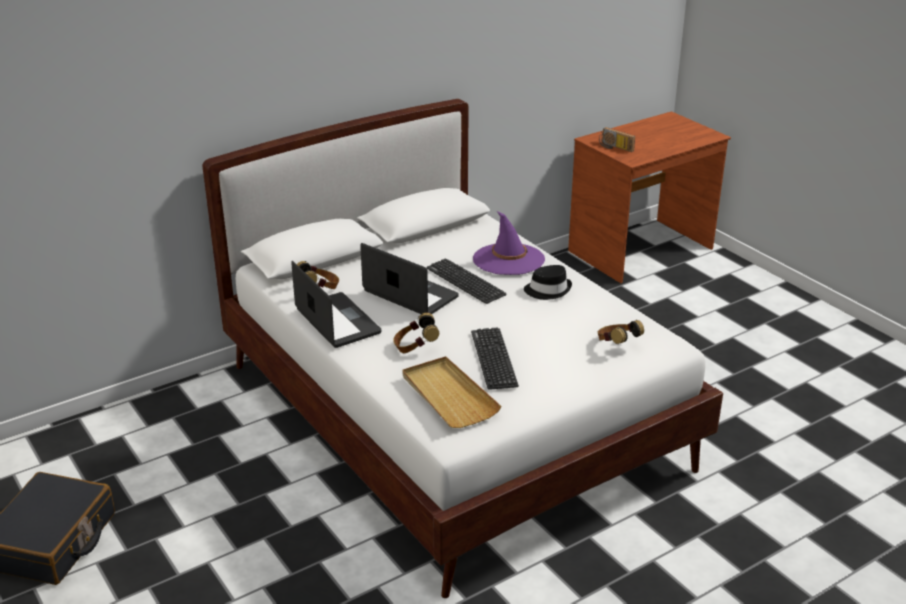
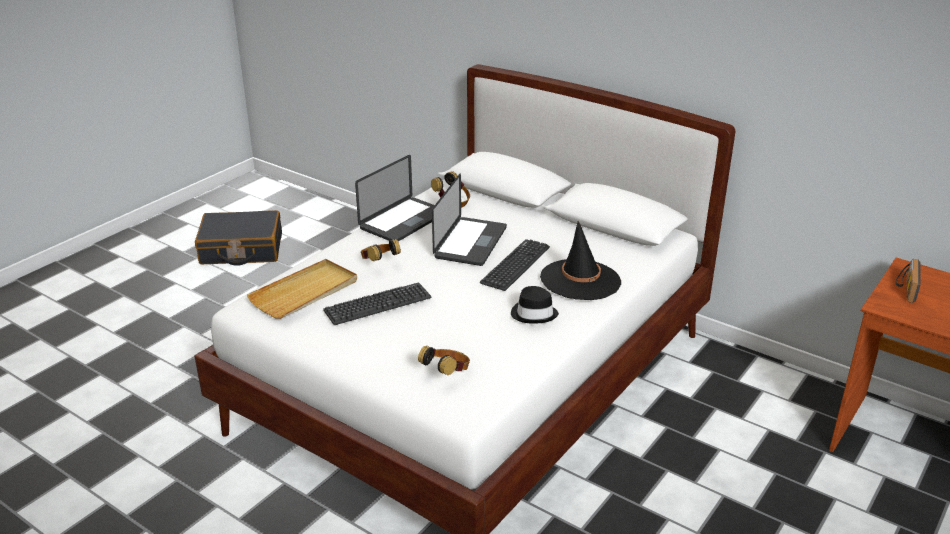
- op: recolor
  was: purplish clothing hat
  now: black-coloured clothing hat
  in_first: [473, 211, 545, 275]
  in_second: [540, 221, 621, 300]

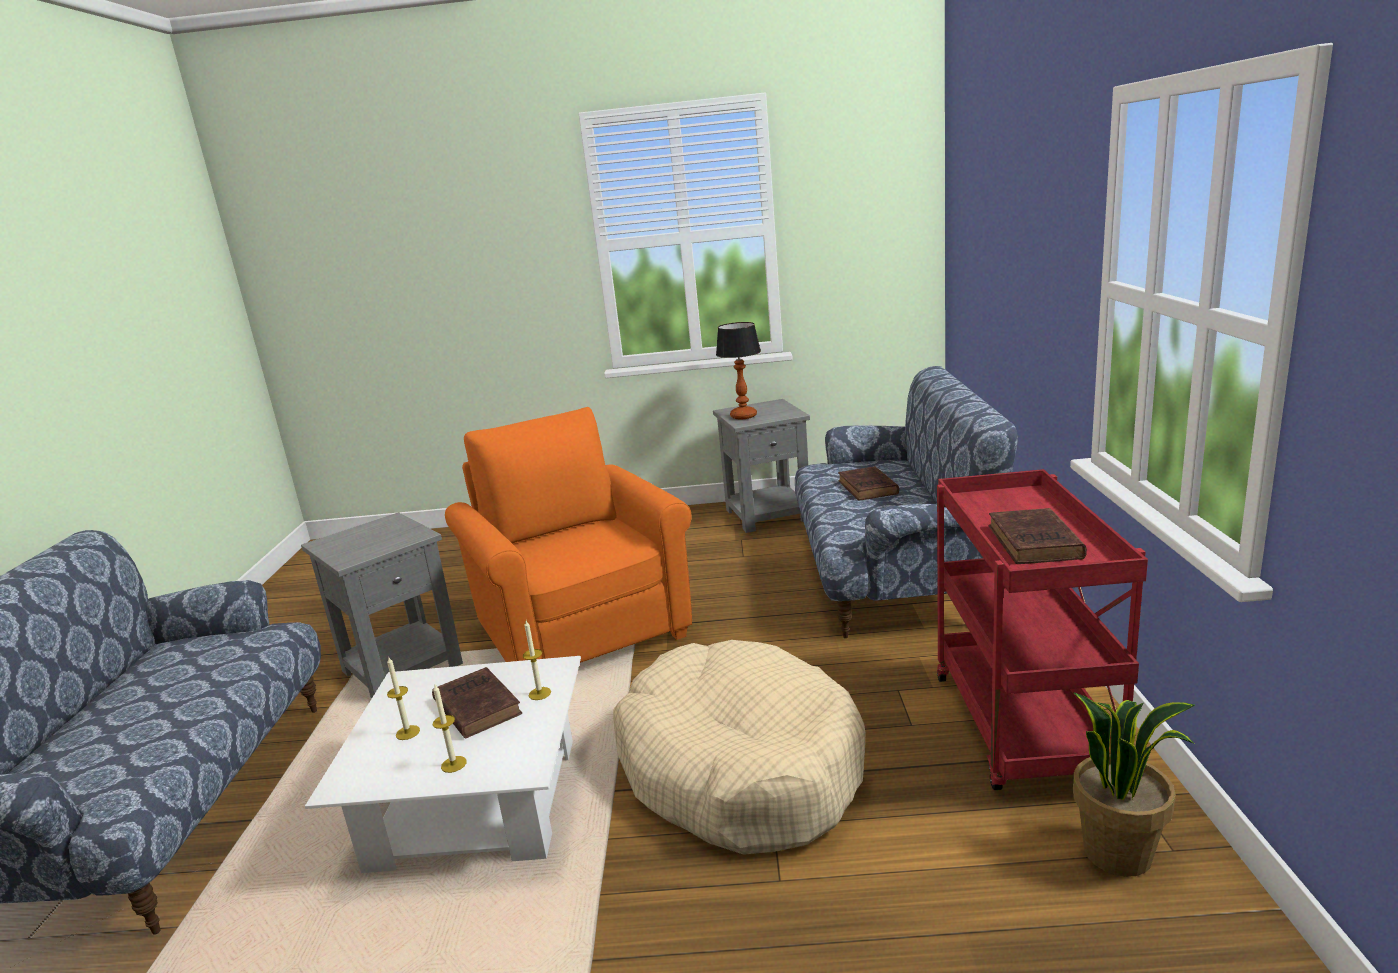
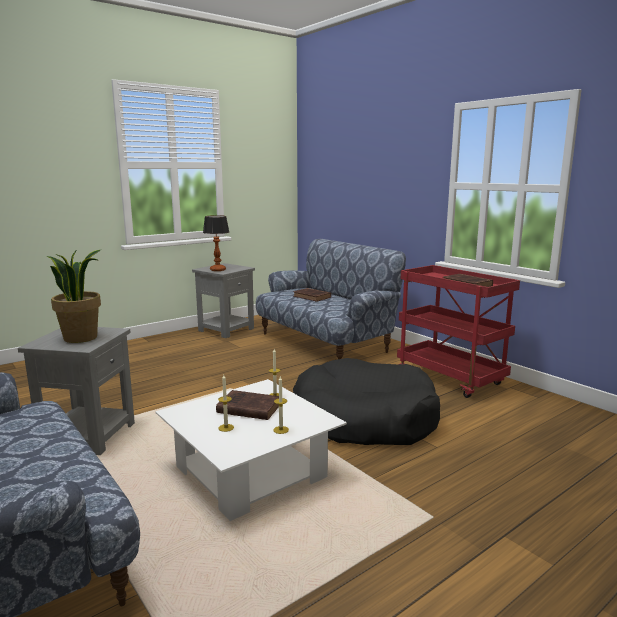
- op: delete
  was: orange lounge chair
  in_first: [445, 407, 692, 663]
- op: move
  was: houseplant
  in_first: [1073, 692, 1195, 877]
  in_second: [47, 249, 102, 343]
- op: recolor
  was: beige-coloured dog cushion
  now: black-coloured dog cushion
  in_first: [613, 640, 865, 855]
  in_second: [293, 358, 440, 445]

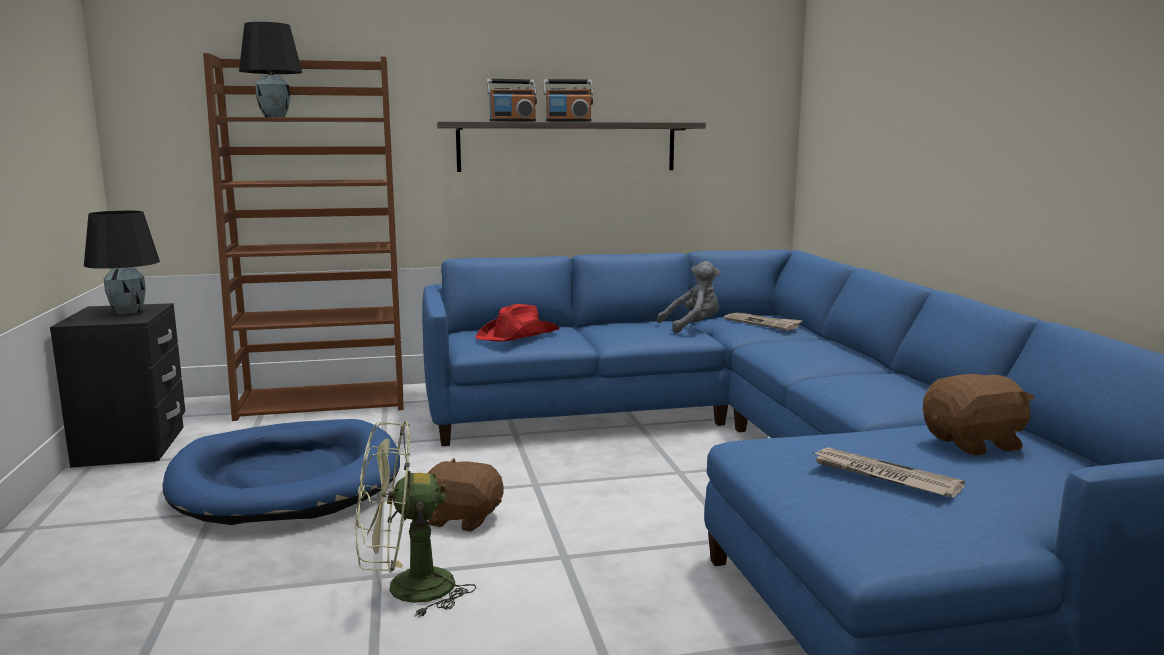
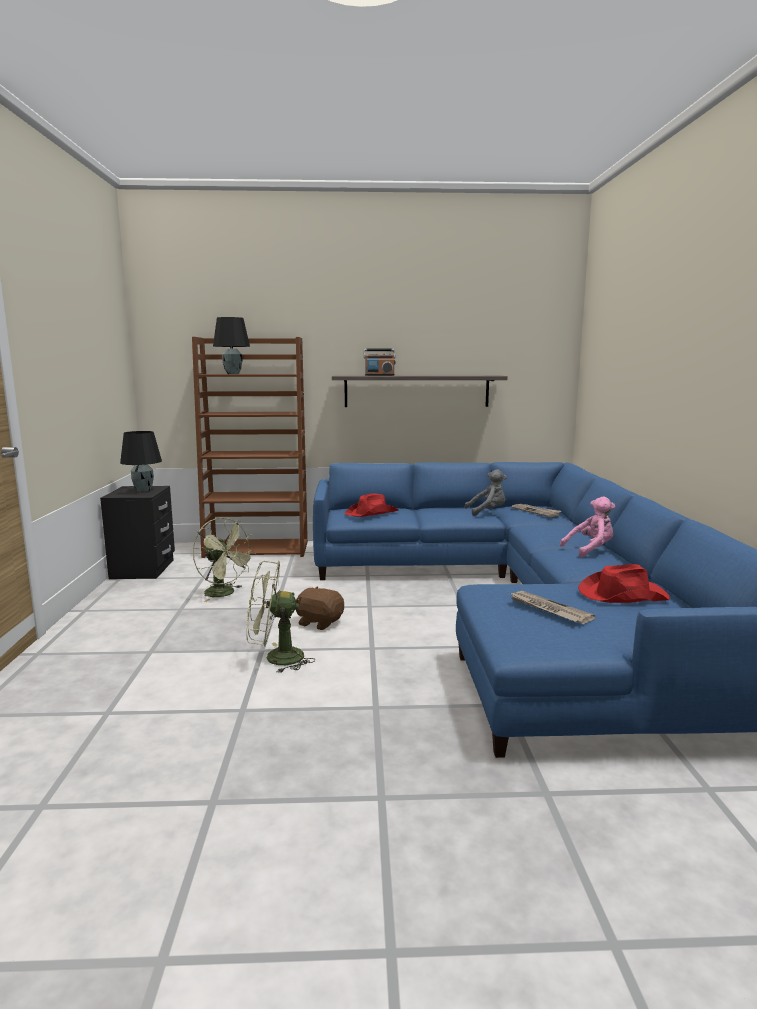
- op: delete
  was: radio set
  in_first: [544, 79, 593, 122]
- op: insert
  now: pink-coloured plush toy
  in_second: [560, 497, 615, 558]
- op: replace
  was: bluish dog cushion
  now: green-coloured fan
  in_first: [162, 419, 400, 525]
  in_second: [193, 518, 255, 602]
- op: replace
  was: brown-coloured plush toy
  now: red-coloured clothing hat
  in_first: [923, 373, 1035, 456]
  in_second: [578, 564, 670, 603]

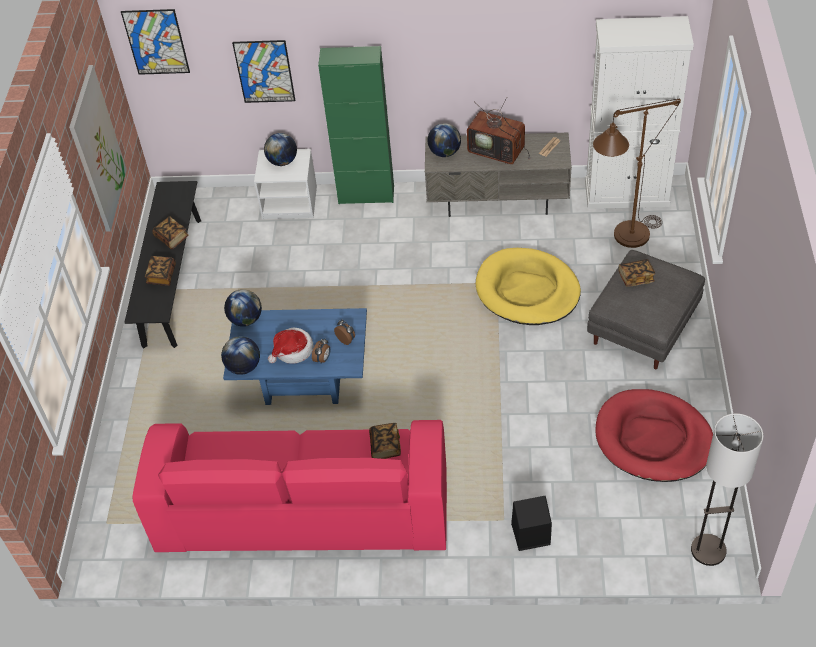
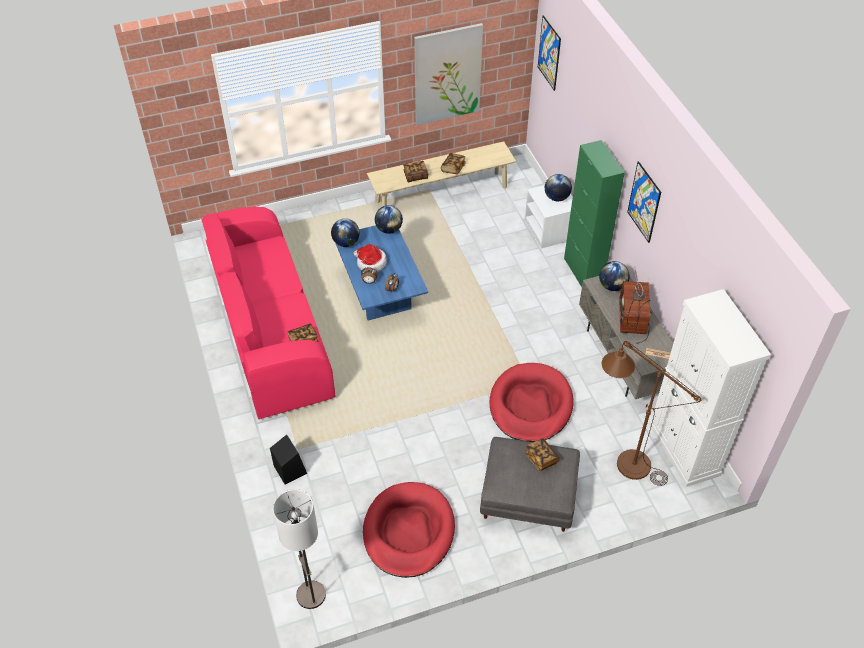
- op: move
  was: picture
  in_first: [232, 40, 295, 103]
  in_second: [627, 161, 661, 243]
- op: recolor
  was: black-coloured long seat
  now: beige-coloured long seat
  in_first: [124, 181, 201, 349]
  in_second: [367, 141, 516, 207]
- op: recolor
  was: yellow dog cushion
  now: red-coloured dog cushion
  in_first: [476, 248, 581, 325]
  in_second: [490, 363, 574, 442]

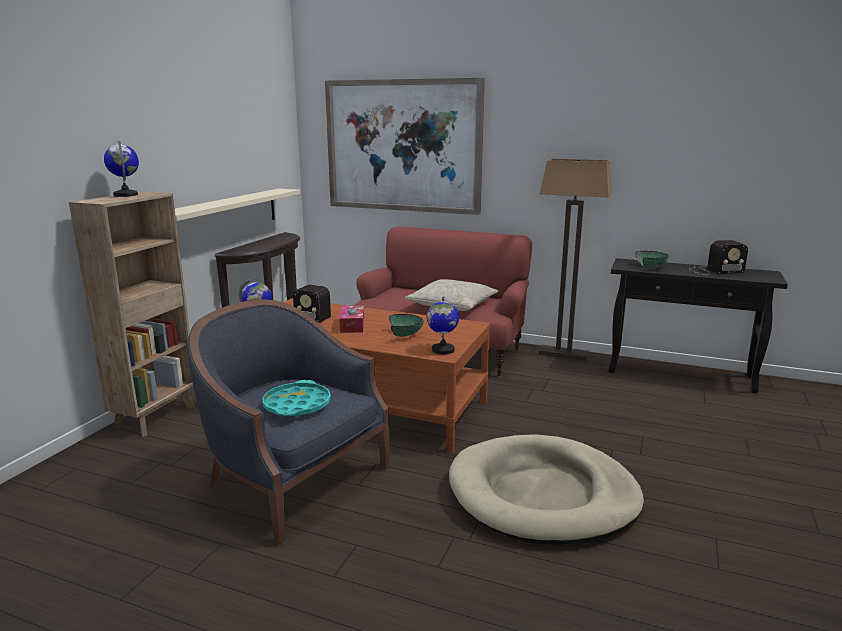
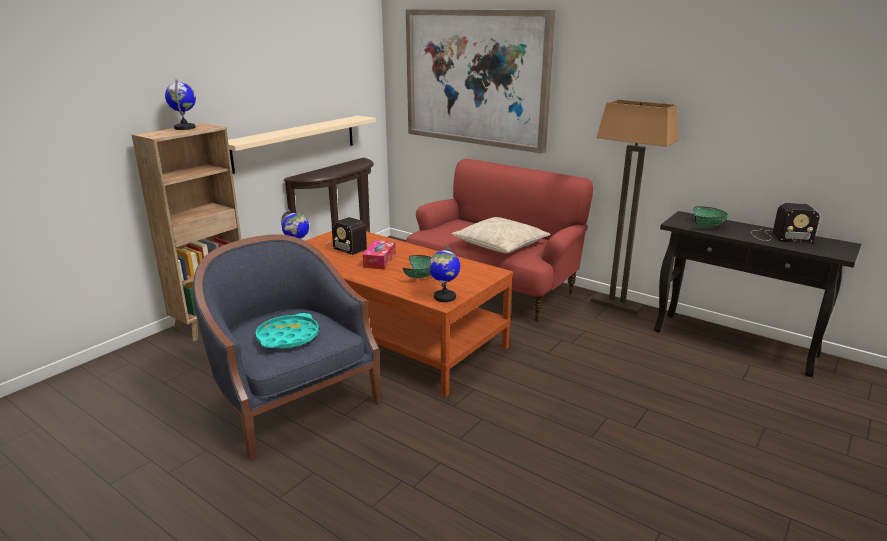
- op: delete
  was: beige-coloured dog cushion
  in_first: [449, 434, 644, 545]

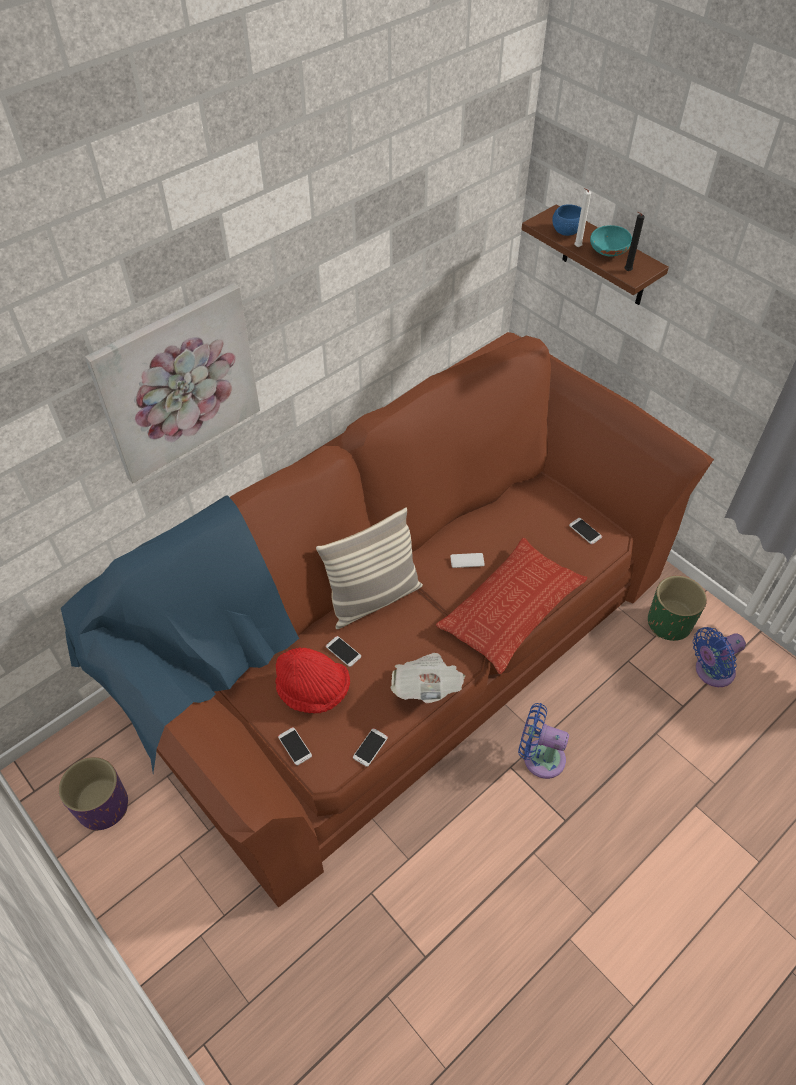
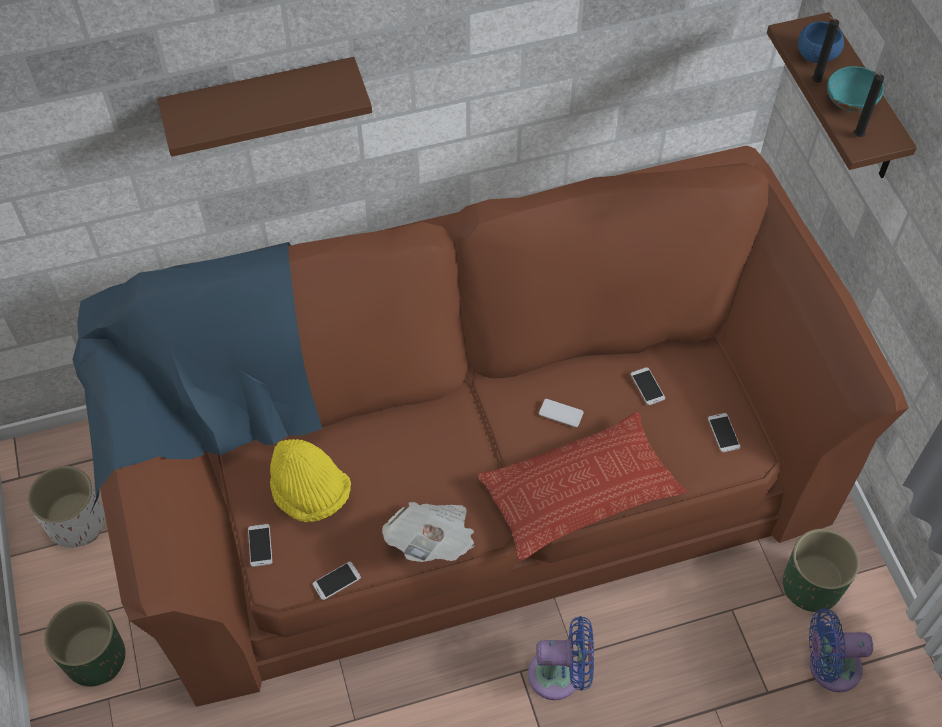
- op: delete
  was: throw pillow
  in_first: [316, 507, 423, 629]
- op: insert
  now: green-coloured planter
  in_second: [44, 601, 125, 687]
- op: move
  was: telephone
  in_first: [326, 636, 361, 667]
  in_second: [631, 367, 665, 405]
- op: replace
  was: picture
  now: brown-coloured bracket shelf
  in_first: [85, 283, 260, 483]
  in_second: [157, 57, 372, 157]
- op: recolor
  was: purplish planter
  now: whitish planter
  in_first: [59, 757, 128, 831]
  in_second: [28, 466, 105, 548]
- op: recolor
  was: red-coloured clothing hat
  now: yellow clothing hat
  in_first: [275, 647, 350, 714]
  in_second: [270, 439, 351, 522]
- op: recolor
  was: whitish candle
  now: black-coloured candle
  in_first: [574, 188, 591, 247]
  in_second: [812, 16, 839, 83]
- op: rotate
  was: bluish fan
  in_first: [518, 703, 569, 779]
  in_second: [528, 616, 594, 700]
  clockwise: 135

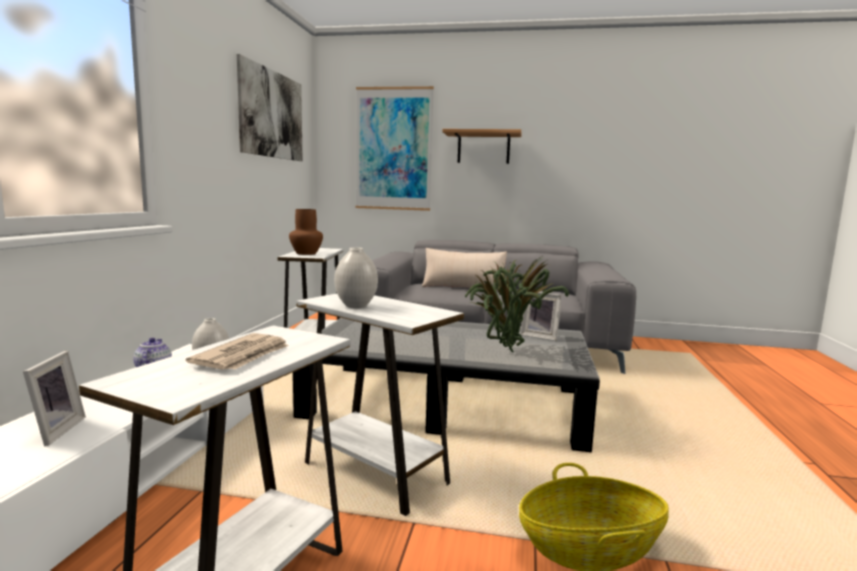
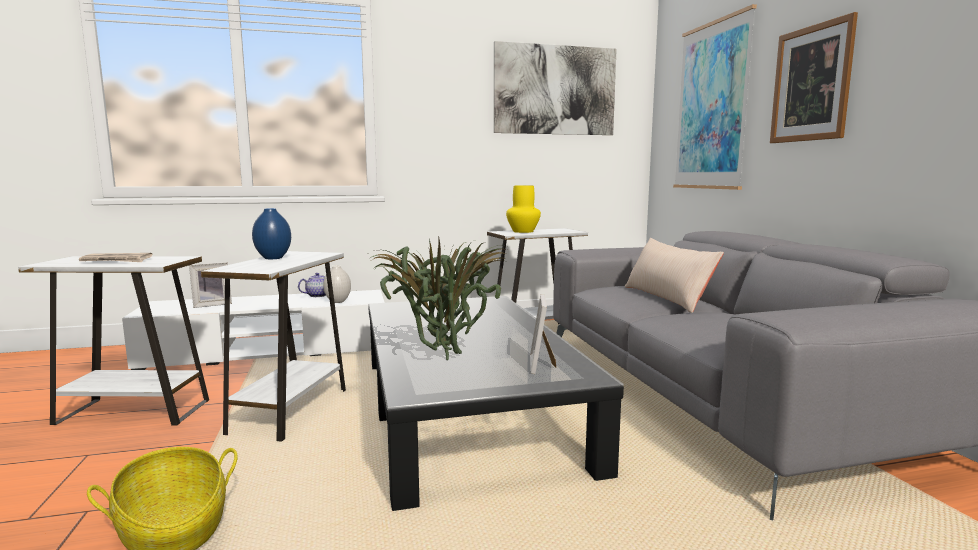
- op: replace
  was: bracket shelf
  now: picture
  in_first: [442, 129, 522, 164]
  in_second: [770, 12, 858, 143]
- op: recolor
  was: brown-coloured flower vase
  now: yellow flower vase
  in_first: [289, 209, 323, 255]
  in_second: [506, 186, 541, 233]
- op: recolor
  was: whitish flower vase
  now: bluish flower vase
  in_first: [334, 247, 378, 308]
  in_second: [252, 208, 291, 259]

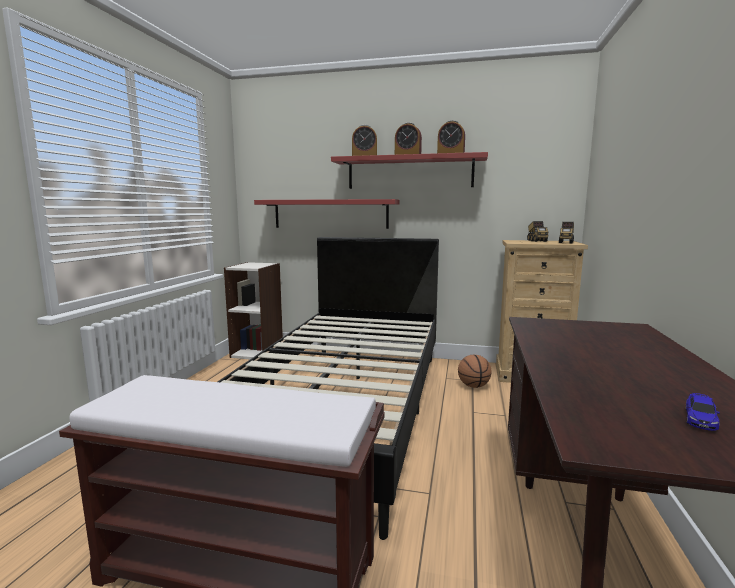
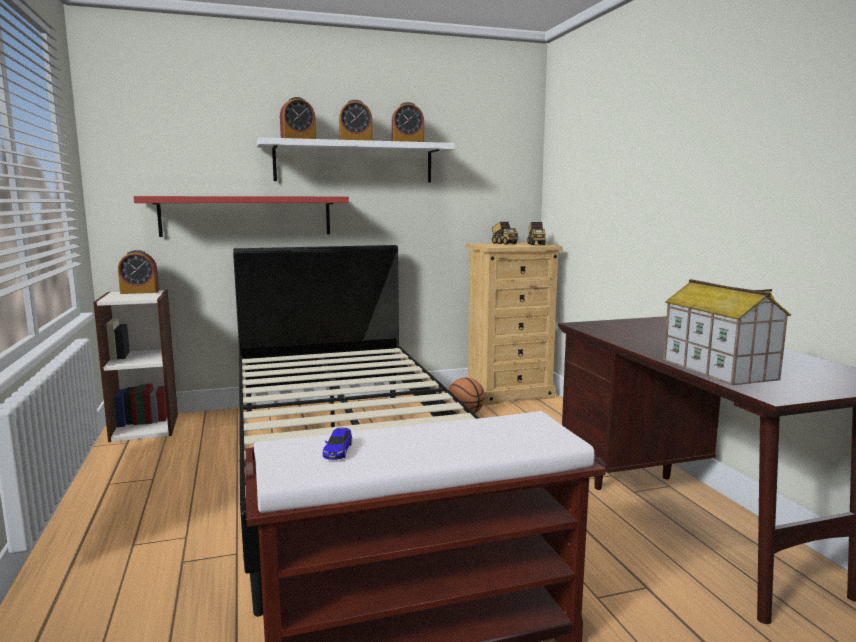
- op: insert
  now: table clock
  in_second: [118, 250, 159, 294]
- op: insert
  now: model house
  in_second: [663, 279, 791, 386]
- op: move
  was: model car
  in_first: [686, 393, 720, 431]
  in_second: [323, 428, 352, 460]
- op: recolor
  was: red-coloured bracket shelf
  now: whitish bracket shelf
  in_first: [331, 152, 488, 189]
  in_second: [257, 137, 455, 183]

